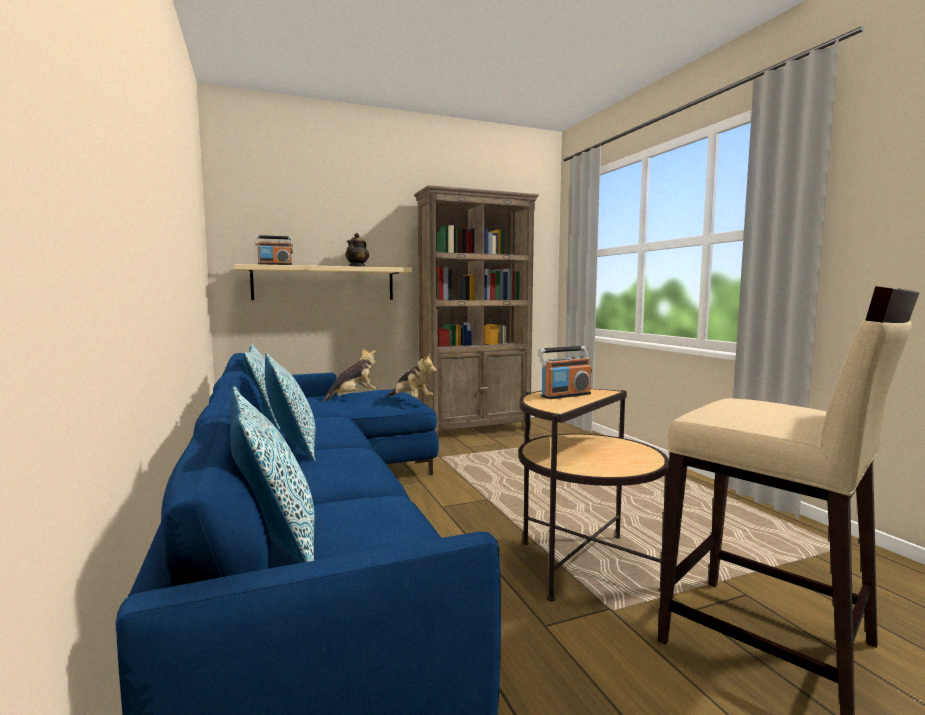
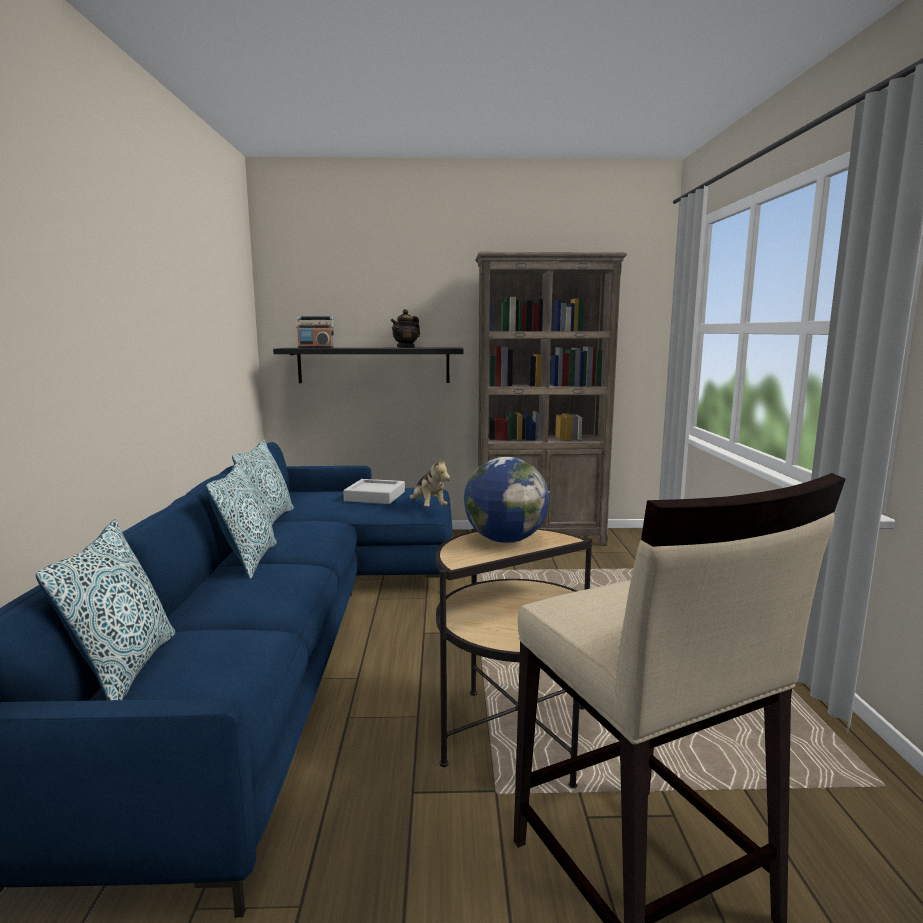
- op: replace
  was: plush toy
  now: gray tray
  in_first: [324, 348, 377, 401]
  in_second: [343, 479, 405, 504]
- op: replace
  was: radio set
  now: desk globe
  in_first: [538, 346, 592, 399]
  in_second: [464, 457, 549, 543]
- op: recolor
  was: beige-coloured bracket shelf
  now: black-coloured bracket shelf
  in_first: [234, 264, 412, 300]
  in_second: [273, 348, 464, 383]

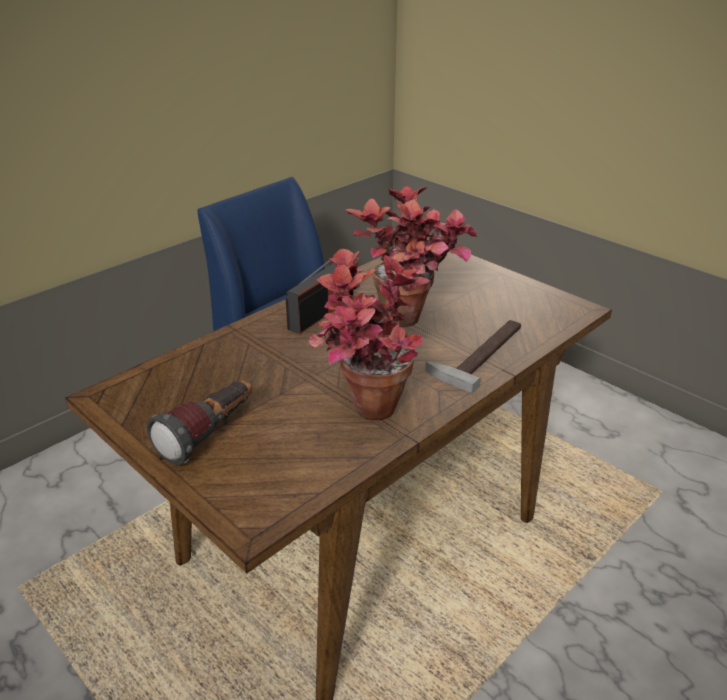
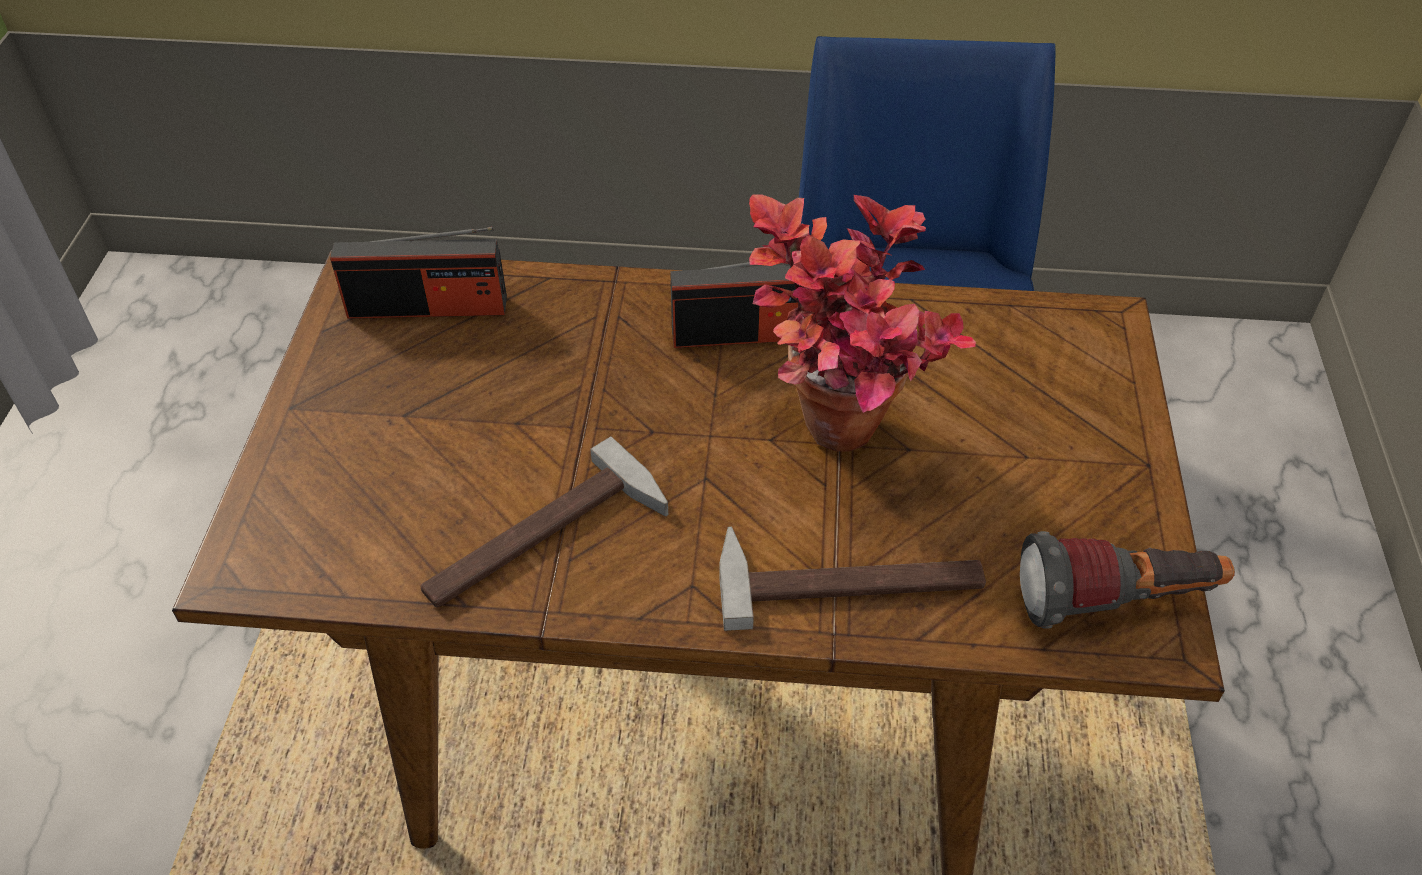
- op: insert
  now: radio set
  in_second: [330, 227, 507, 319]
- op: move
  was: torch
  in_first: [147, 381, 252, 465]
  in_second: [1020, 531, 1235, 629]
- op: replace
  was: houseplant
  now: hand hammer
  in_first: [309, 249, 430, 420]
  in_second: [421, 436, 668, 608]

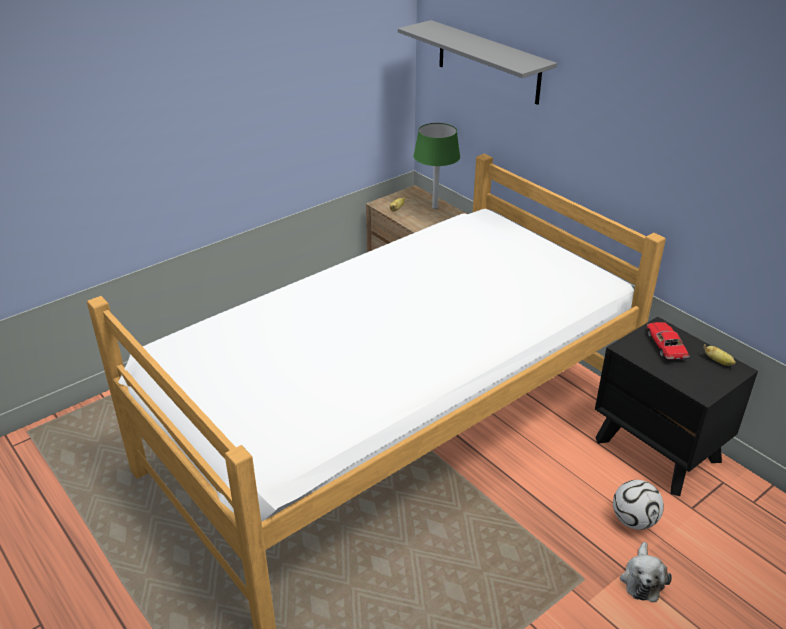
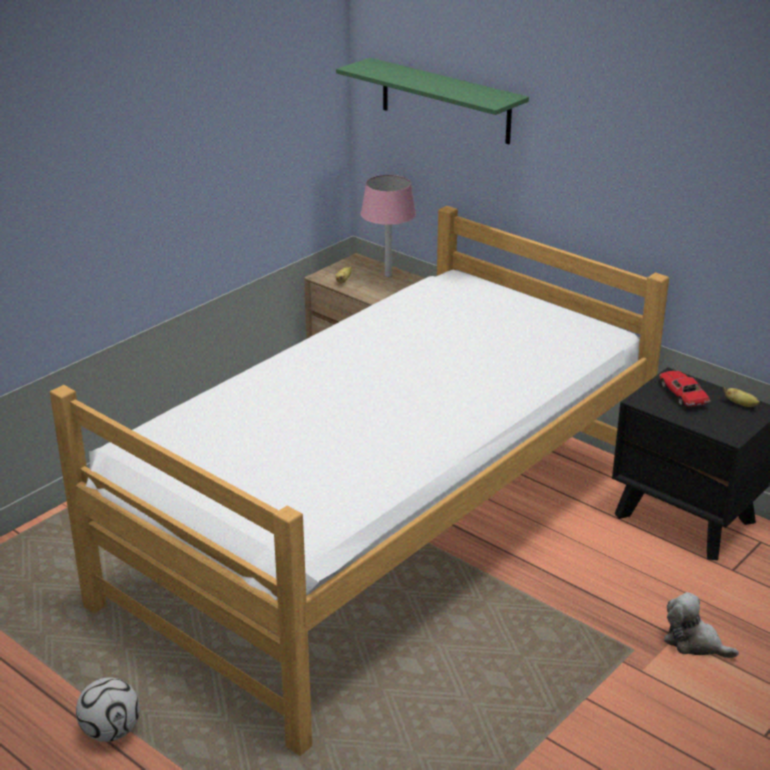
- op: move
  was: football ball
  in_first: [613, 480, 664, 530]
  in_second: [76, 677, 140, 742]
- op: recolor
  was: gray bracket shelf
  now: green-coloured bracket shelf
  in_first: [398, 20, 557, 105]
  in_second: [336, 58, 529, 144]
- op: recolor
  was: green-coloured lamp for a table
  now: pink-coloured lamp for a table
  in_first: [413, 123, 460, 209]
  in_second: [361, 175, 416, 277]
- op: rotate
  was: plush toy
  in_first: [620, 542, 672, 602]
  in_second: [664, 592, 739, 658]
  clockwise: 120

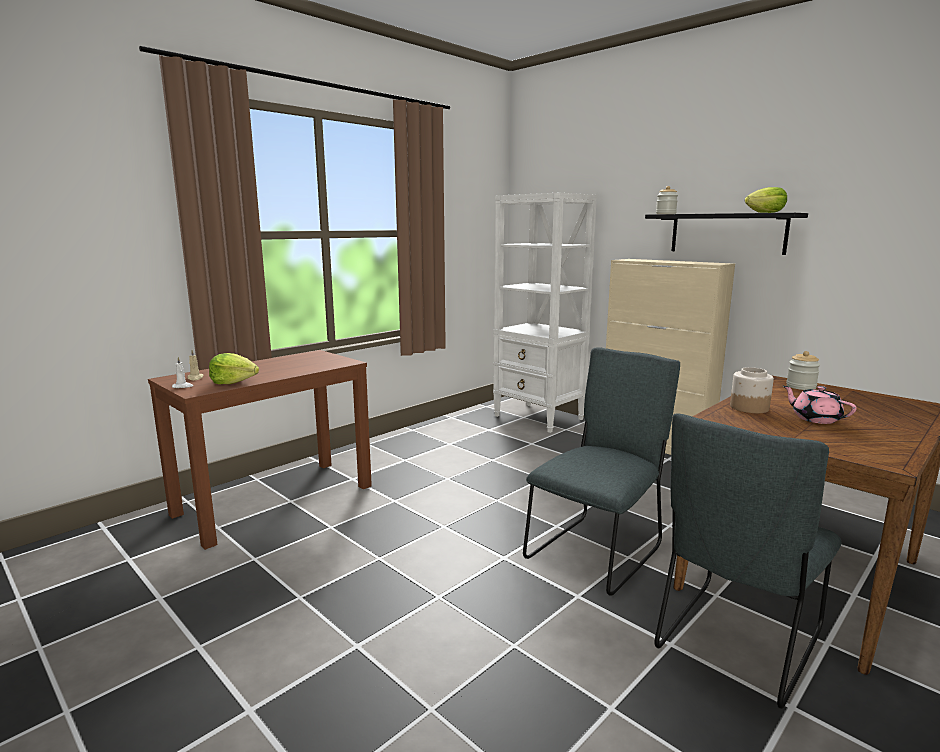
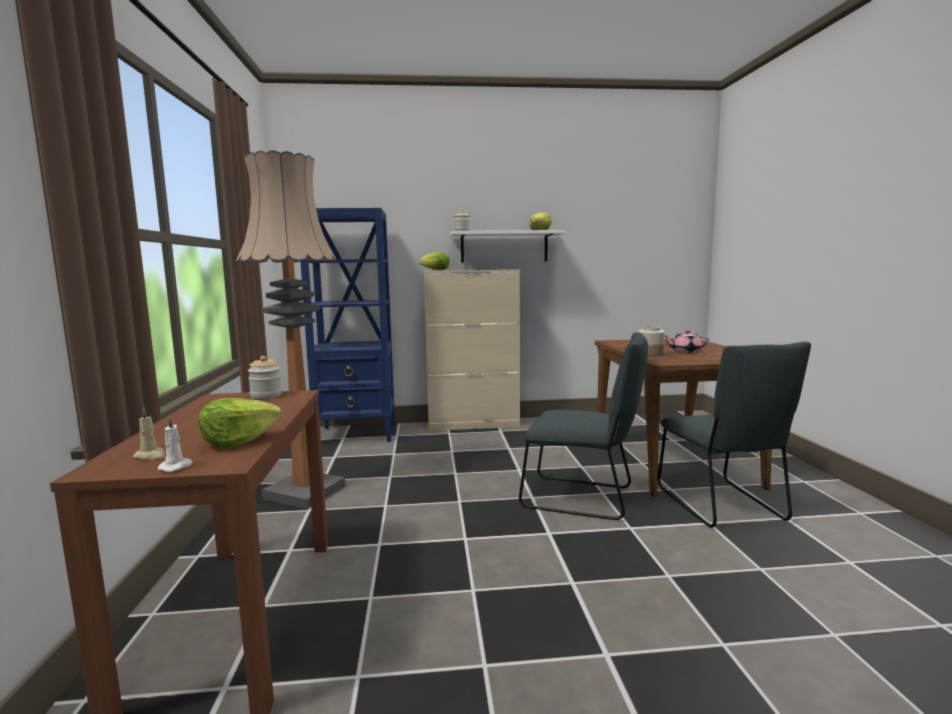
- op: insert
  now: standing lamp
  in_second: [236, 150, 345, 509]
- op: insert
  now: head of lettuce
  in_second: [419, 252, 449, 271]
- op: move
  was: jar
  in_first: [786, 351, 820, 390]
  in_second: [248, 356, 282, 399]
- op: recolor
  was: whitish bookshelf
  now: bluish bookshelf
  in_first: [493, 193, 597, 433]
  in_second: [300, 208, 394, 442]
- op: recolor
  was: black-coloured bracket shelf
  now: whitish bracket shelf
  in_first: [645, 213, 808, 255]
  in_second: [450, 230, 566, 263]
- op: rotate
  was: gray upright chair
  in_first: [523, 347, 680, 596]
  in_second: [519, 333, 648, 520]
  clockwise: 120

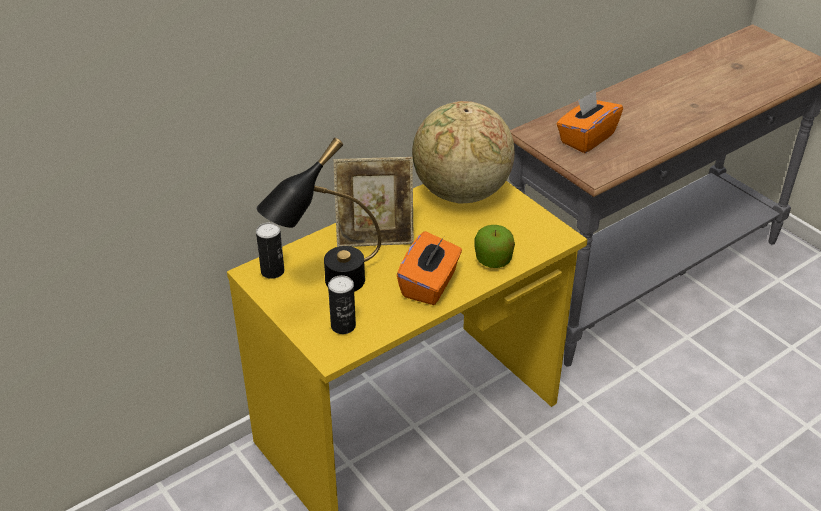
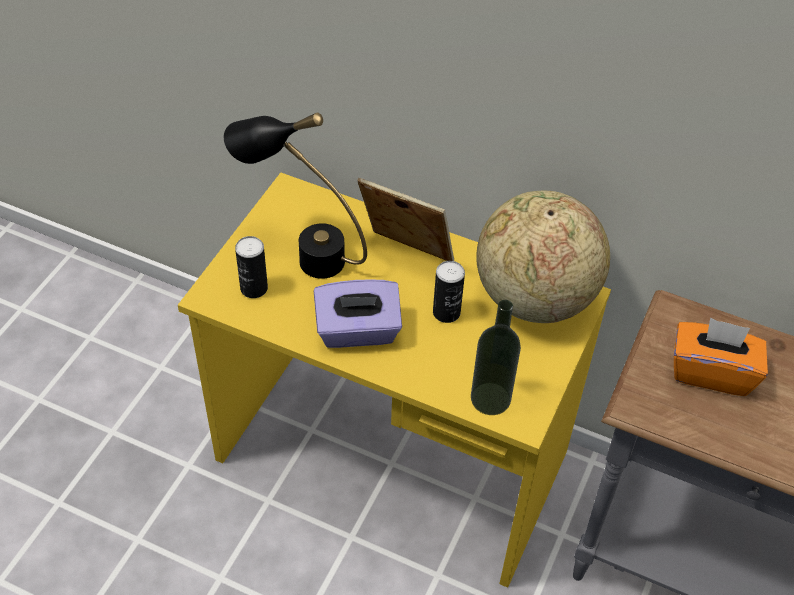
- op: delete
  was: apple fruit
  in_first: [475, 225, 515, 268]
- op: insert
  now: beverage bottle
  in_second: [471, 300, 521, 415]
- op: move
  was: sealed can
  in_first: [256, 222, 284, 279]
  in_second: [433, 261, 465, 323]
- op: recolor
  was: orange tissue holder
  now: purplish tissue holder
  in_first: [397, 231, 462, 305]
  in_second: [314, 280, 402, 348]
- op: rotate
  was: picture frame
  in_first: [333, 157, 414, 247]
  in_second: [357, 178, 454, 261]
  clockwise: 150

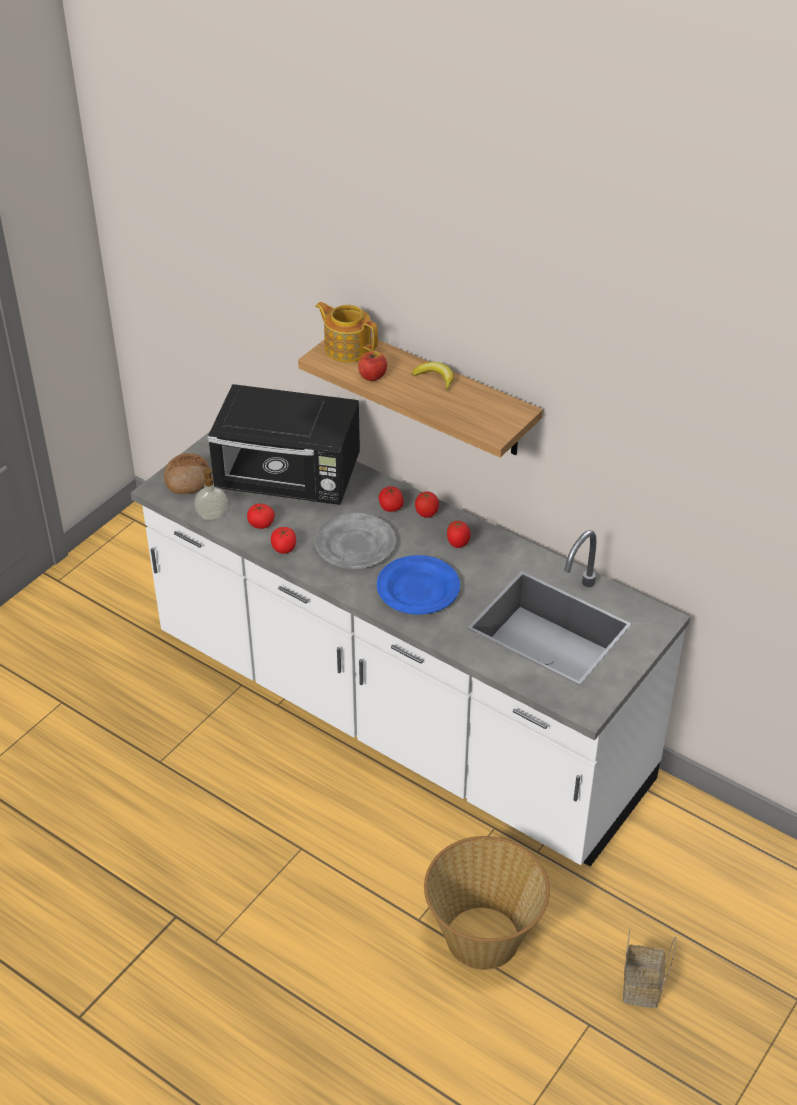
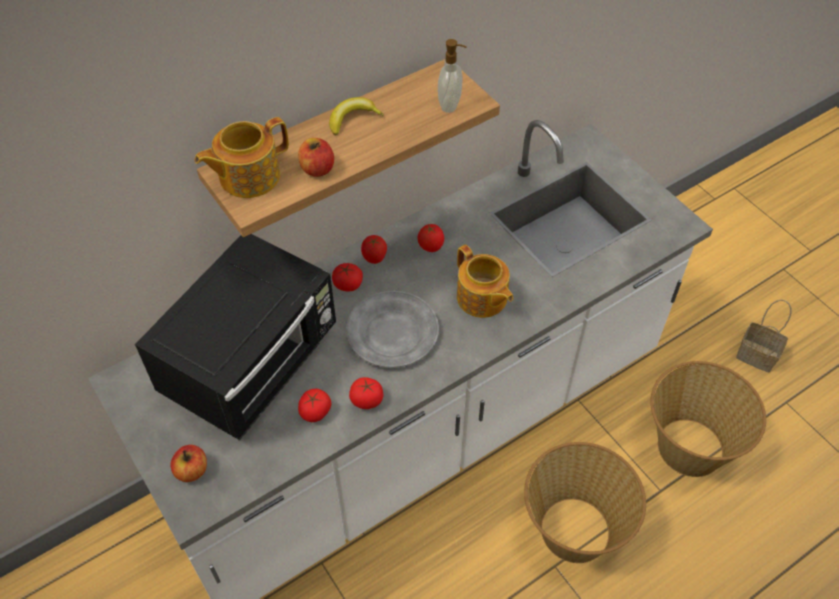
- op: insert
  now: storage basket
  in_second: [524, 442, 646, 563]
- op: move
  was: soap dispenser
  in_first: [194, 468, 228, 520]
  in_second: [438, 39, 467, 113]
- op: replace
  was: bakery bread
  now: apple fruit
  in_first: [164, 453, 209, 495]
  in_second: [170, 445, 207, 482]
- op: replace
  was: bluish dinner plate
  now: tea pot
  in_first: [377, 555, 460, 615]
  in_second: [457, 245, 513, 318]

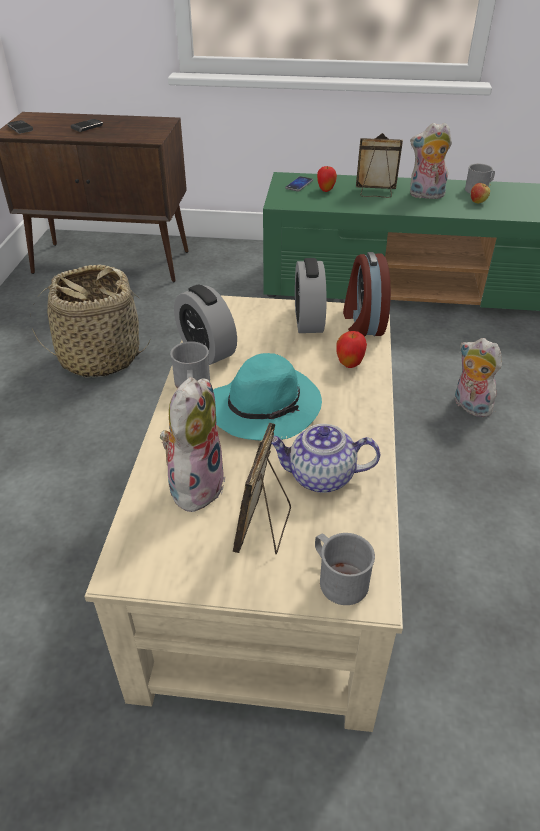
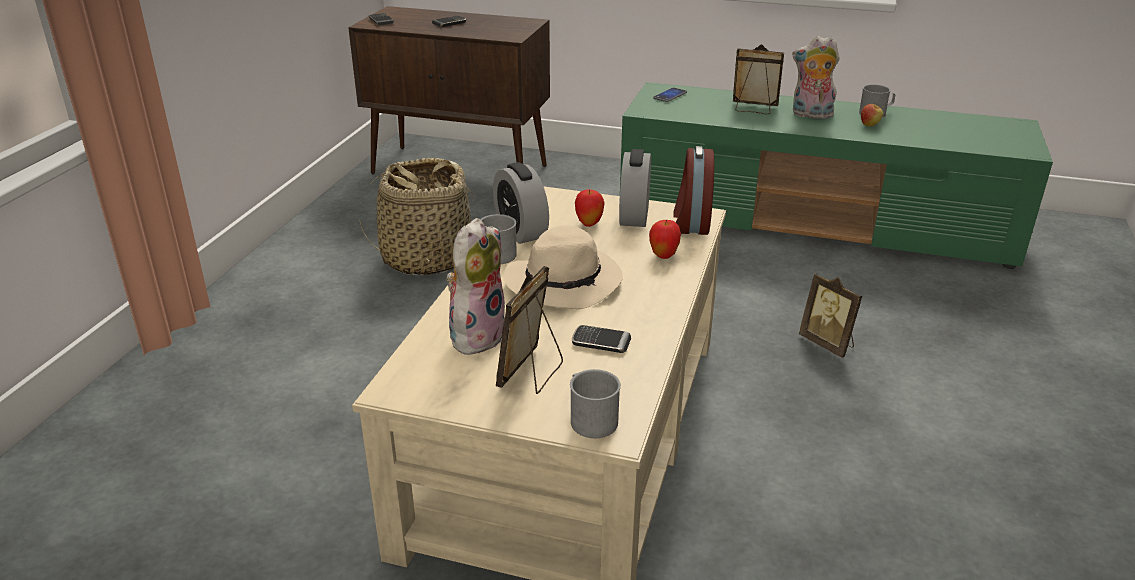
- op: move
  was: apple fruit
  in_first: [317, 165, 337, 192]
  in_second: [575, 189, 605, 227]
- op: replace
  was: tea pot
  now: telephone
  in_first: [271, 424, 380, 493]
  in_second: [572, 325, 631, 353]
- op: replace
  was: plush toy
  now: picture frame
  in_first: [455, 338, 502, 417]
  in_second: [799, 273, 862, 358]
- op: recolor
  was: turquoise-coloured clothing hat
  now: beige-coloured clothing hat
  in_first: [213, 353, 322, 440]
  in_second: [504, 226, 623, 309]

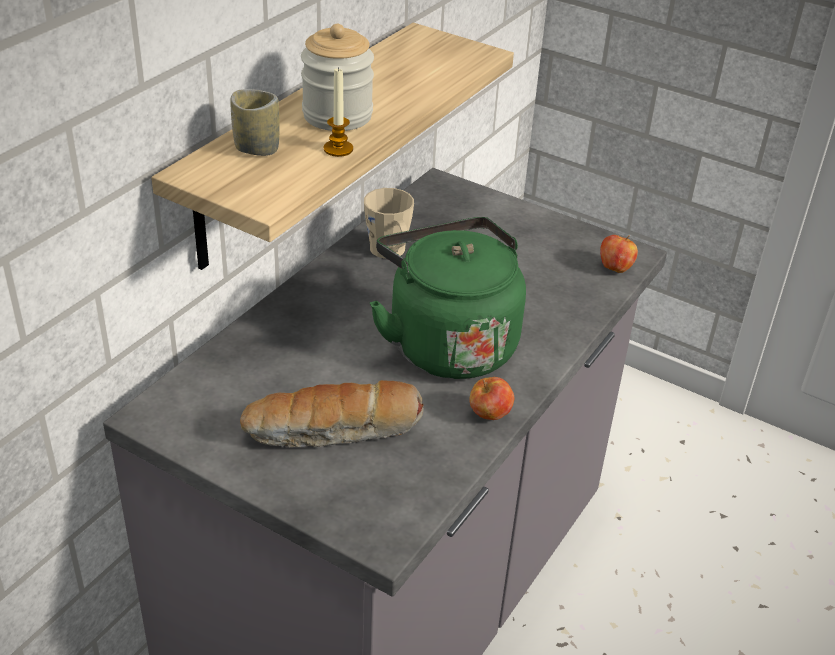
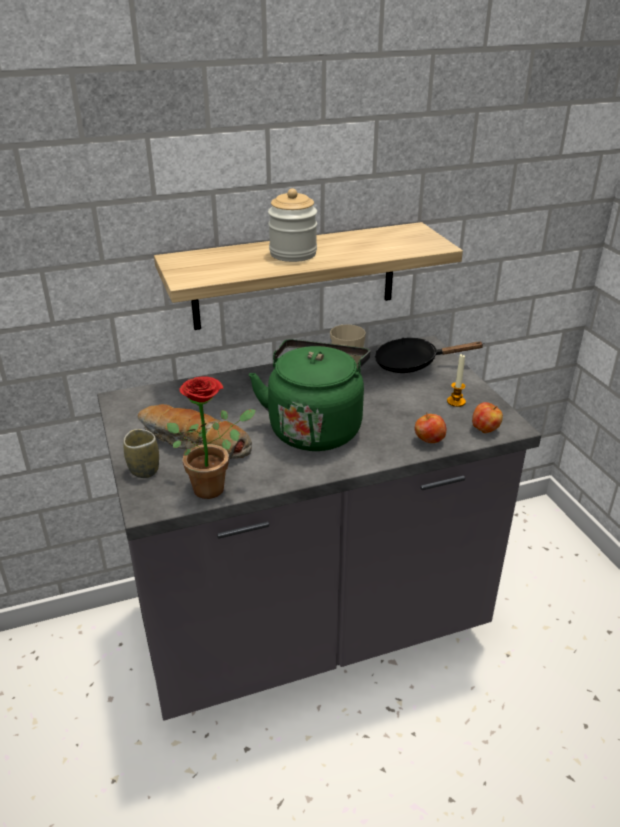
- op: insert
  now: houseplant
  in_second: [167, 377, 256, 499]
- op: insert
  now: black-coloured frying pan
  in_second: [375, 338, 485, 373]
- op: move
  was: cup
  in_first: [230, 89, 280, 156]
  in_second: [123, 429, 159, 478]
- op: move
  was: candle
  in_first: [324, 67, 353, 157]
  in_second: [447, 353, 466, 407]
- op: move
  was: apple fruit
  in_first: [469, 377, 514, 420]
  in_second: [415, 412, 446, 443]

